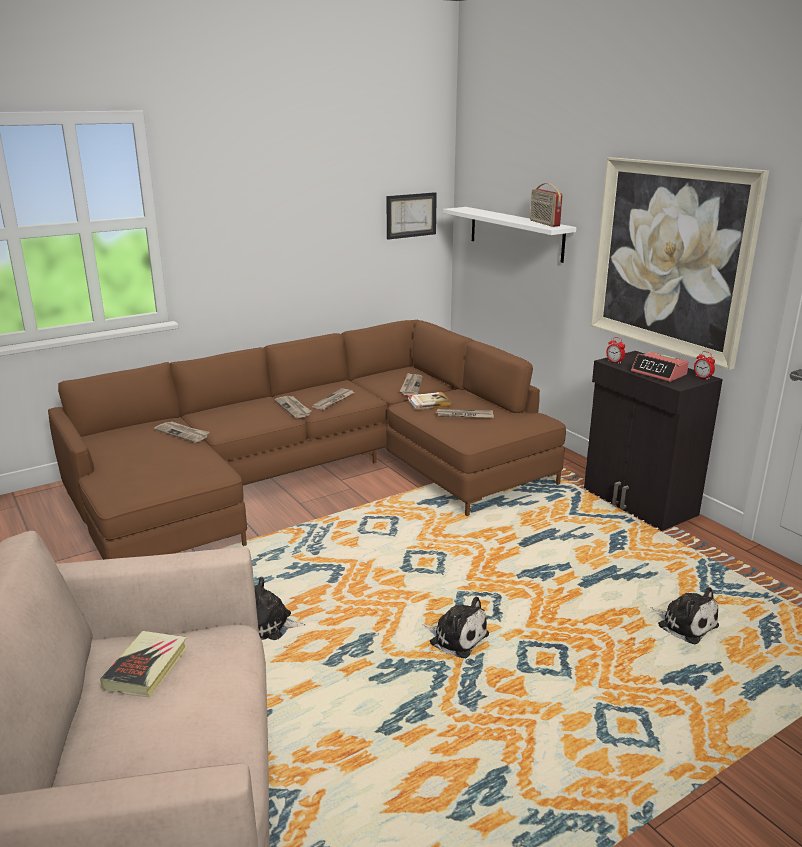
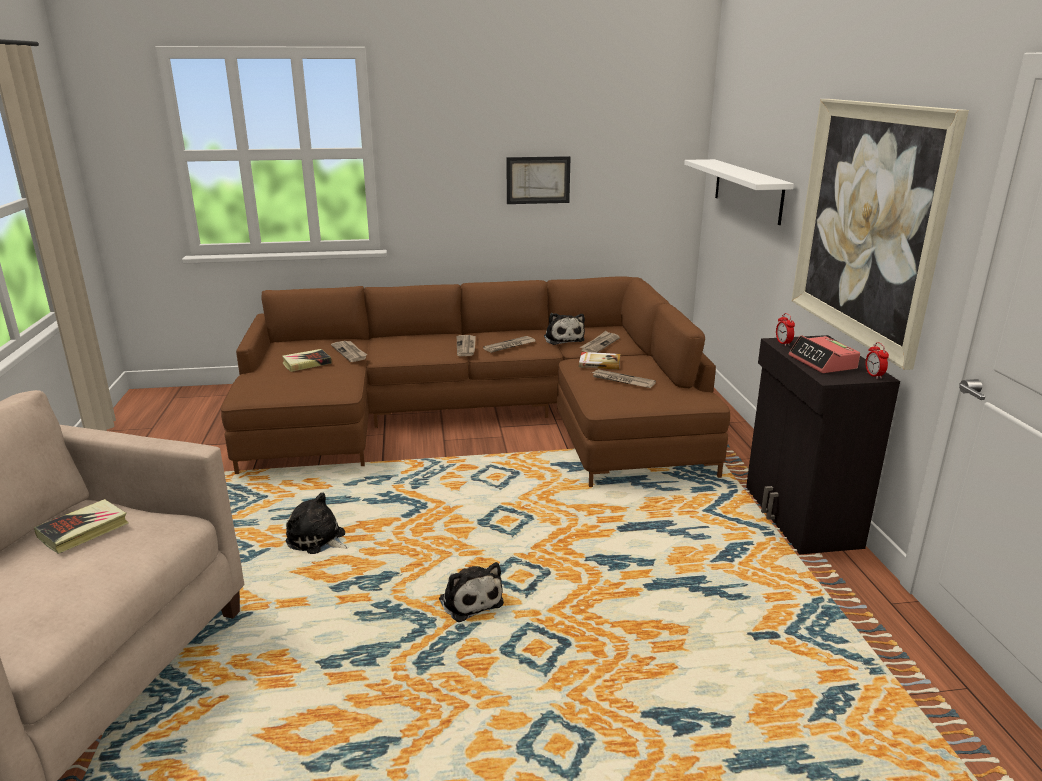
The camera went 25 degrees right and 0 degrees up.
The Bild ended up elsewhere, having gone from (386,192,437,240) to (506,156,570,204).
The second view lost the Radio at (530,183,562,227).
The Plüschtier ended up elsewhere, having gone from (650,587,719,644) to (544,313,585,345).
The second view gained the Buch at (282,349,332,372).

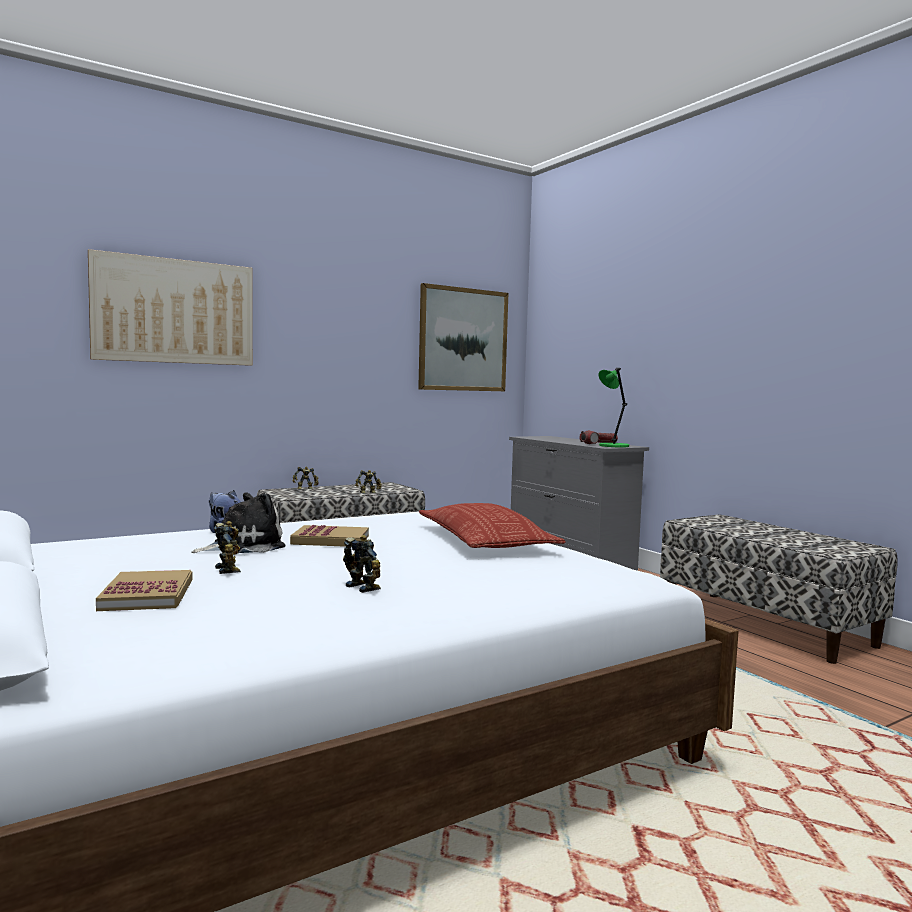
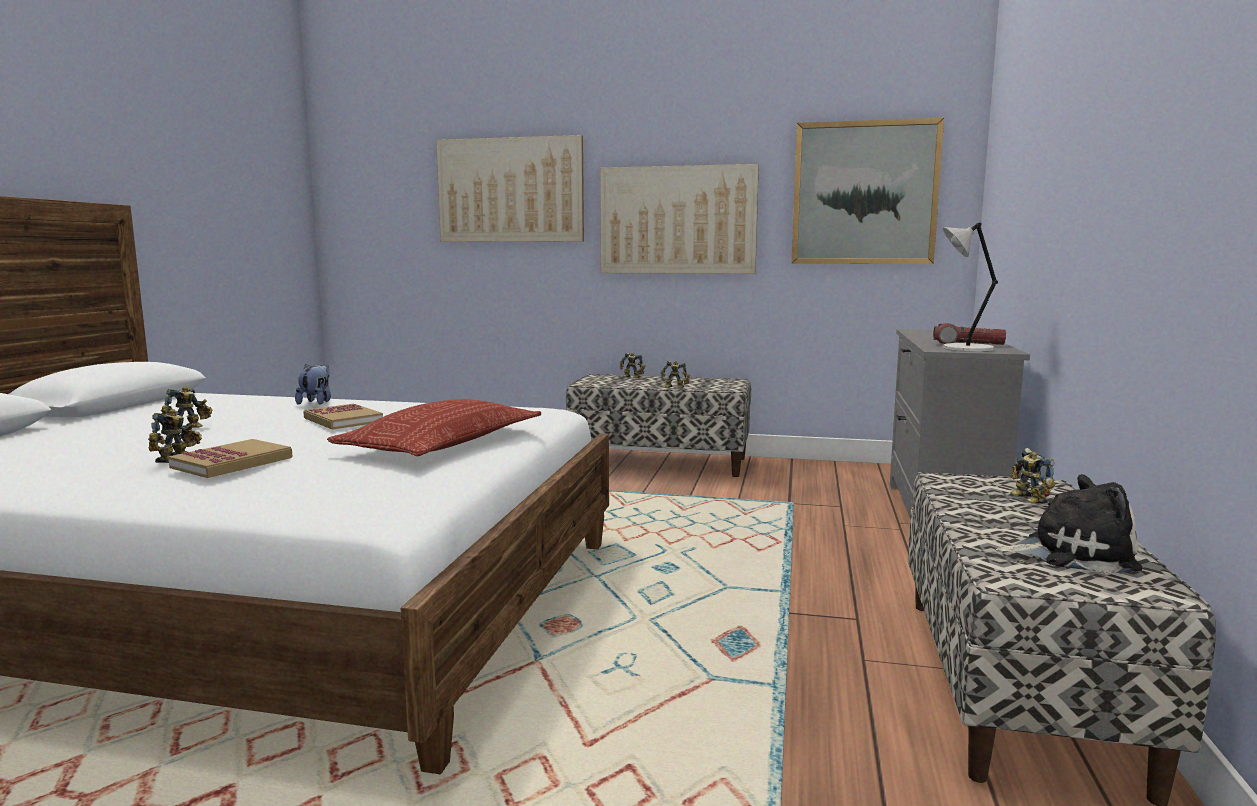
The camera went 45 degrees right and 5 degrees up.
The Buch ended up elsewhere, having gone from (96,570,192,611) to (168,439,293,478).
The Plüschtier ended up elsewhere, having gone from (192,493,286,553) to (996,474,1143,574).
What was the Tischlampe/grün at (599,368,629,447) turned into the Tischlampe/grau at (943,222,998,352).
The second view gained the Bild at (600,164,759,274).
The second view gained the Spielzeugroboter at (1010,448,1055,503).

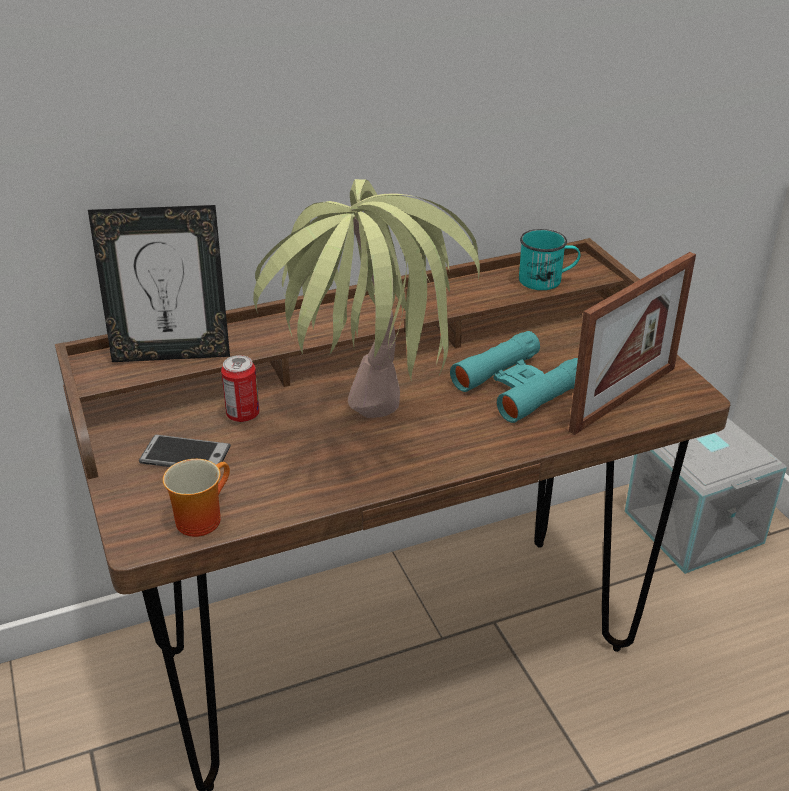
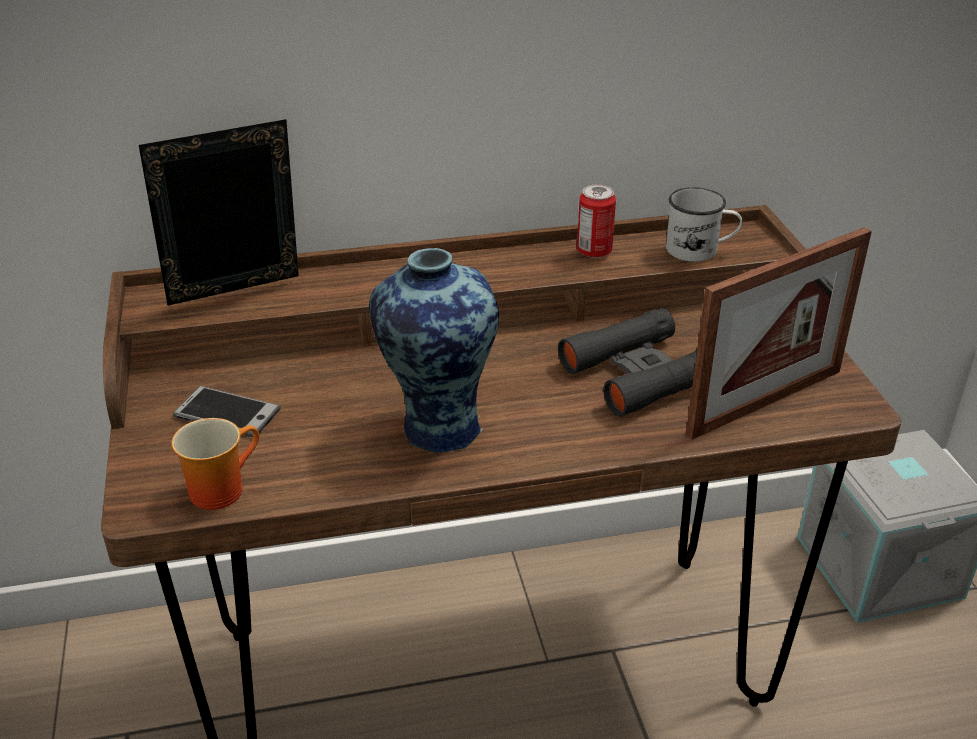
The camera went 10 degrees right and 0 degrees up.
The Bilderrahmen at (88,205,230,362) ended up facing another way, 150 degrees clockwise from before.
The Dose ended up elsewhere, having gone from (221,355,260,422) to (577,185,616,258).
Where the Topfpflanze stood at (253,179,480,418), the Vase came to stand at (369,248,499,453).
What was the Fernglas/türkis at (450,331,578,423) turned into the Fernglas/schwarz at (558,308,697,417).
What was the Henkelbecher/türkis at (519,229,581,290) turned into the Henkelbecher/weiß at (666,187,742,262).

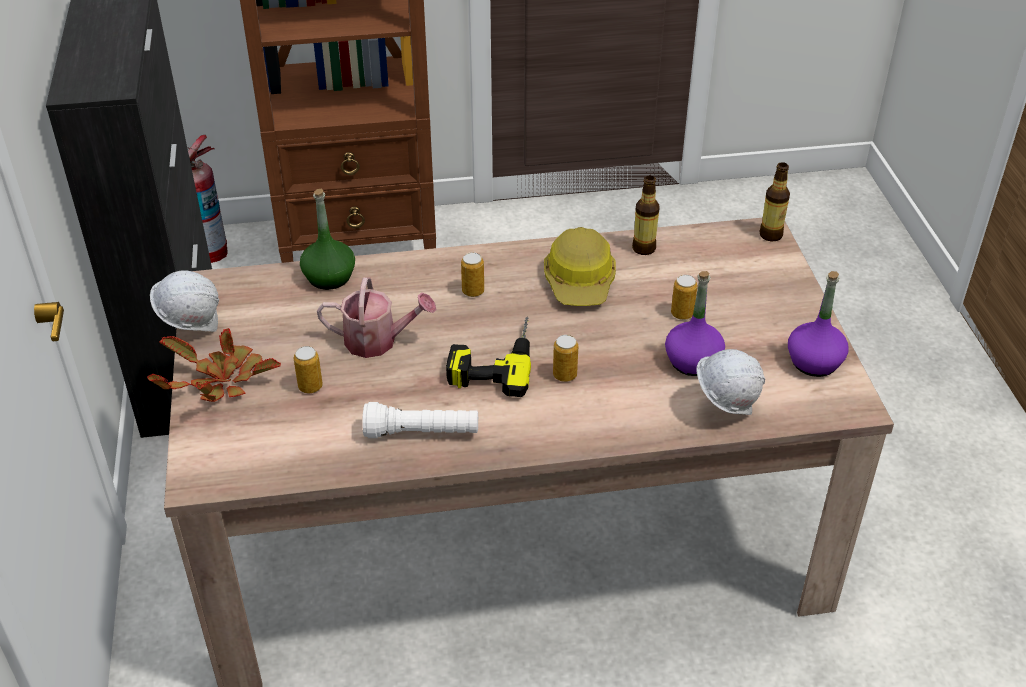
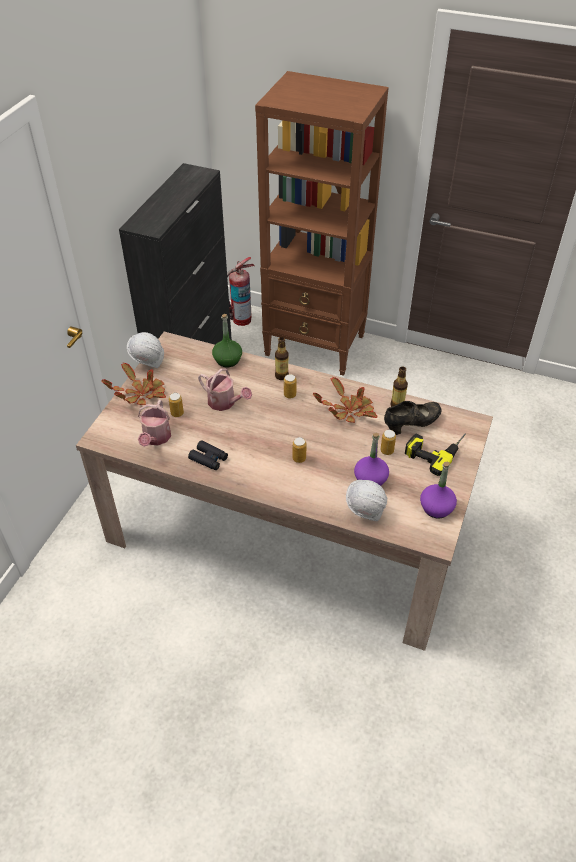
The camera went 30 degrees right and 5 degrees up.
Where the Taschenlampe/weiß stood at (362,402,478,438), the Fernglas/schwarz came to stand at (188,440,228,470).
The Bohrmaschine ended up elsewhere, having gone from (446,317,531,397) to (405,433,466,476).
Where the Schutzhelm stood at (544,227,616,306), the Topfpflanze came to stand at (313,377,378,423).
The Flasche ended up elsewhere, having gone from (759,162,790,241) to (275,337,289,380).
The second view gained the Gießkanne at (138,400,171,447).
The second view gained the Schuh/schwarz at (384,401,442,435).

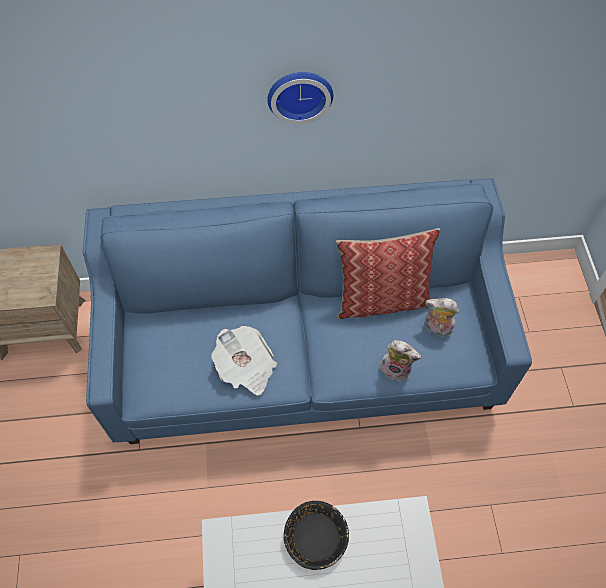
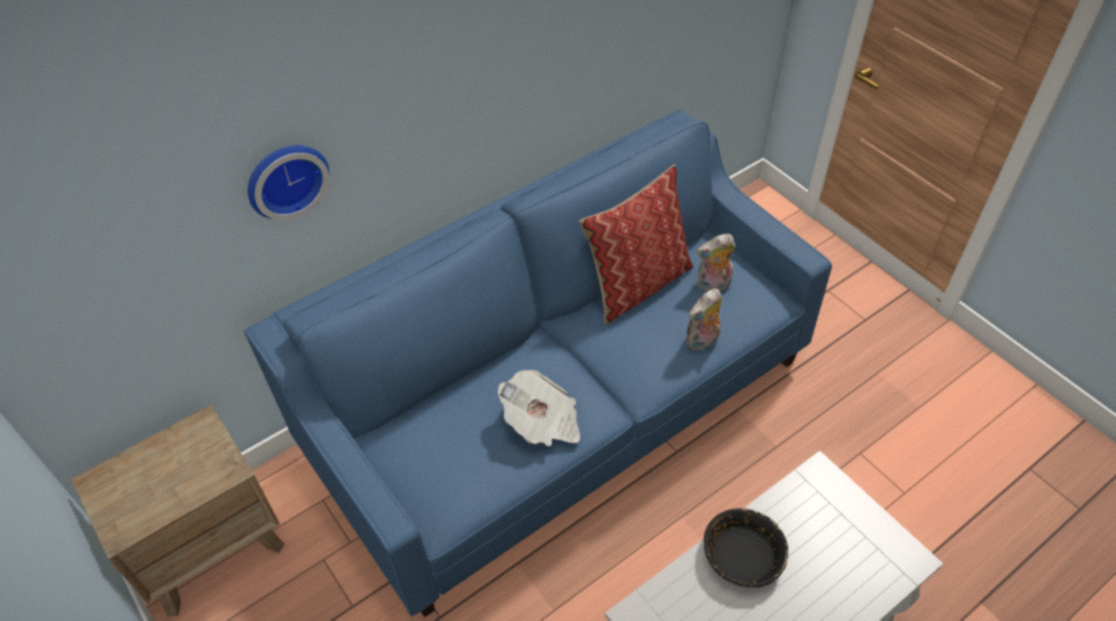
The camera went 30 degrees left and 10 degrees down.
The Wanduhr ended up elsewhere, having gone from (267,72,333,124) to (248,145,329,220).
The Plüschtier at (380,340,421,381) ended up facing another way, 150 degrees clockwise from before.

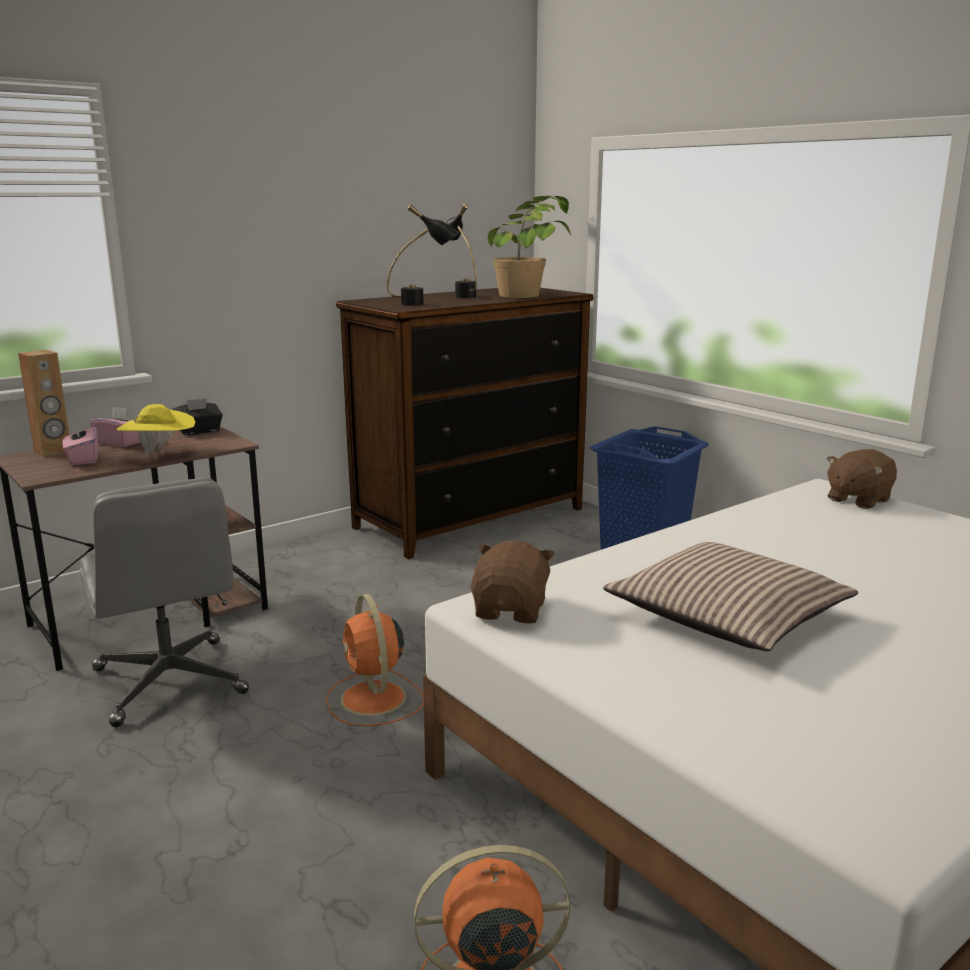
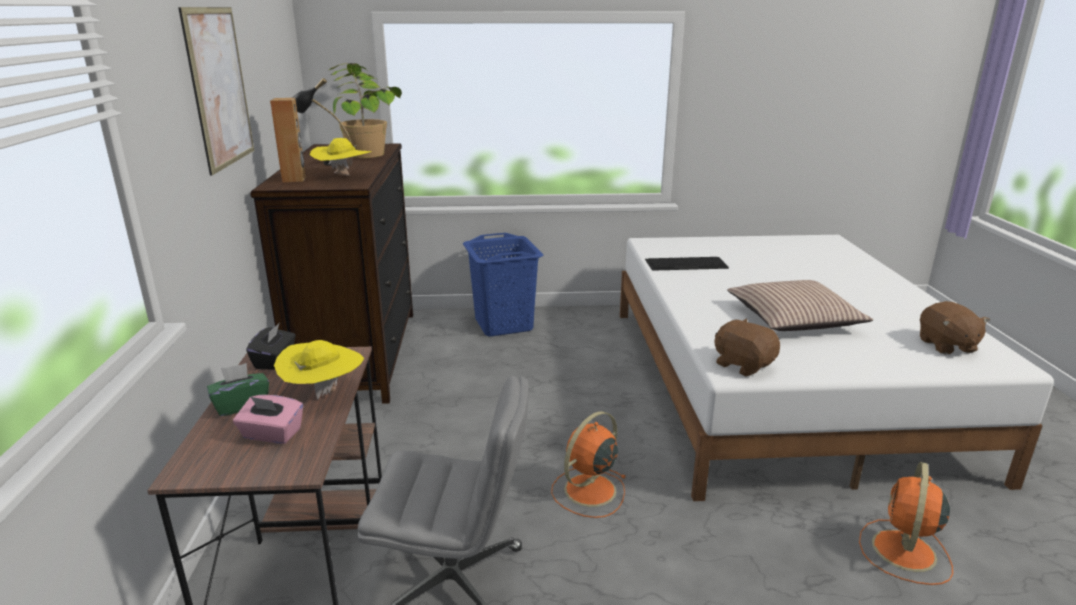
The camera went 55 degrees left and 5 degrees up.
The Lautsprecher/braun ended up elsewhere, having gone from (18,350,69,457) to (270,98,306,182).
What was the Taschentuchbox/rosa at (90,406,141,447) turned into the Taschentuchbox/grün at (207,363,269,416).
The Ventilator/orange at (326,594,424,726) ended up facing another way, 120 degrees clockwise from before.
Where the Tischlampe/schwarz stood at (387,205,459,306), the Hut/gelb came to stand at (309,138,372,176).
The Plüschtier/braun ended up elsewhere, having gone from (827,449,897,509) to (920,301,990,354).
The second view gained the Bild at (178,7,254,176).
The second view gained the Tastatur at (645,257,729,271).

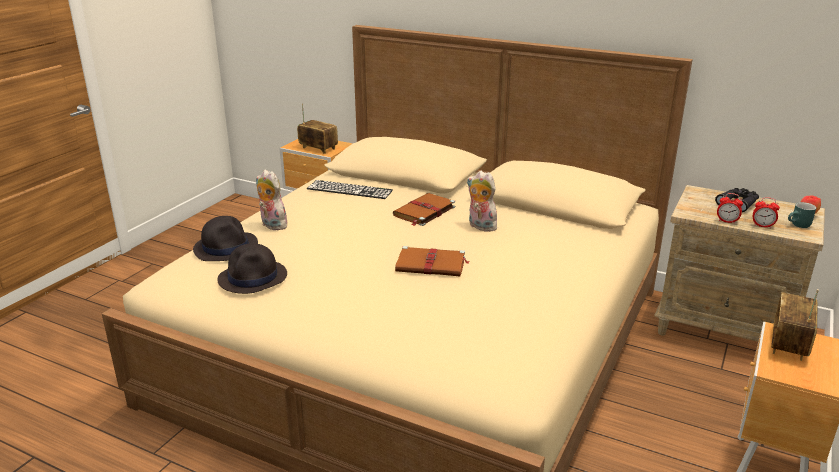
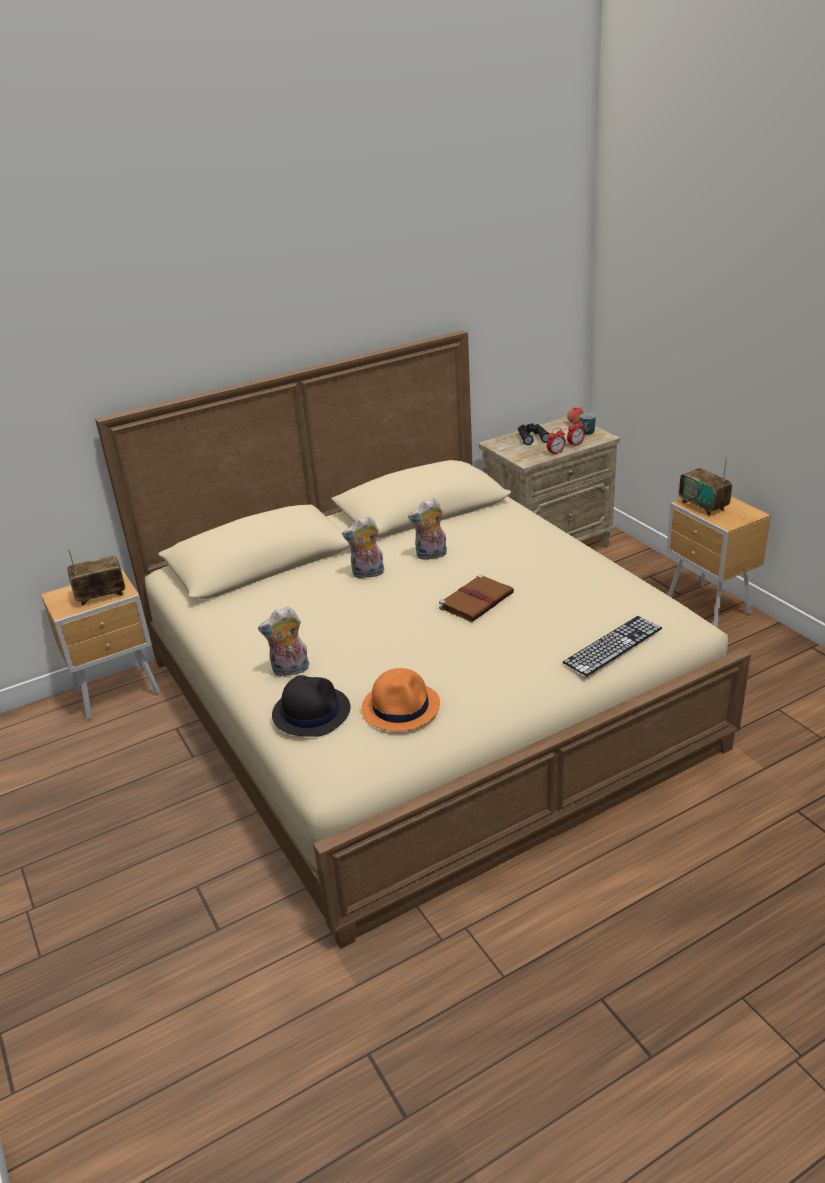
The camera went 55 degrees left and 5 degrees up.
What was the Hut/schwarz at (217,243,287,294) turned into the Hut/orange at (361,668,440,731).
The Tastatur ended up elsewhere, having gone from (307,180,393,199) to (562,616,662,676).
Where the Buch/braun stood at (393,193,455,226), the Plüschtier came to stand at (342,516,384,579).

